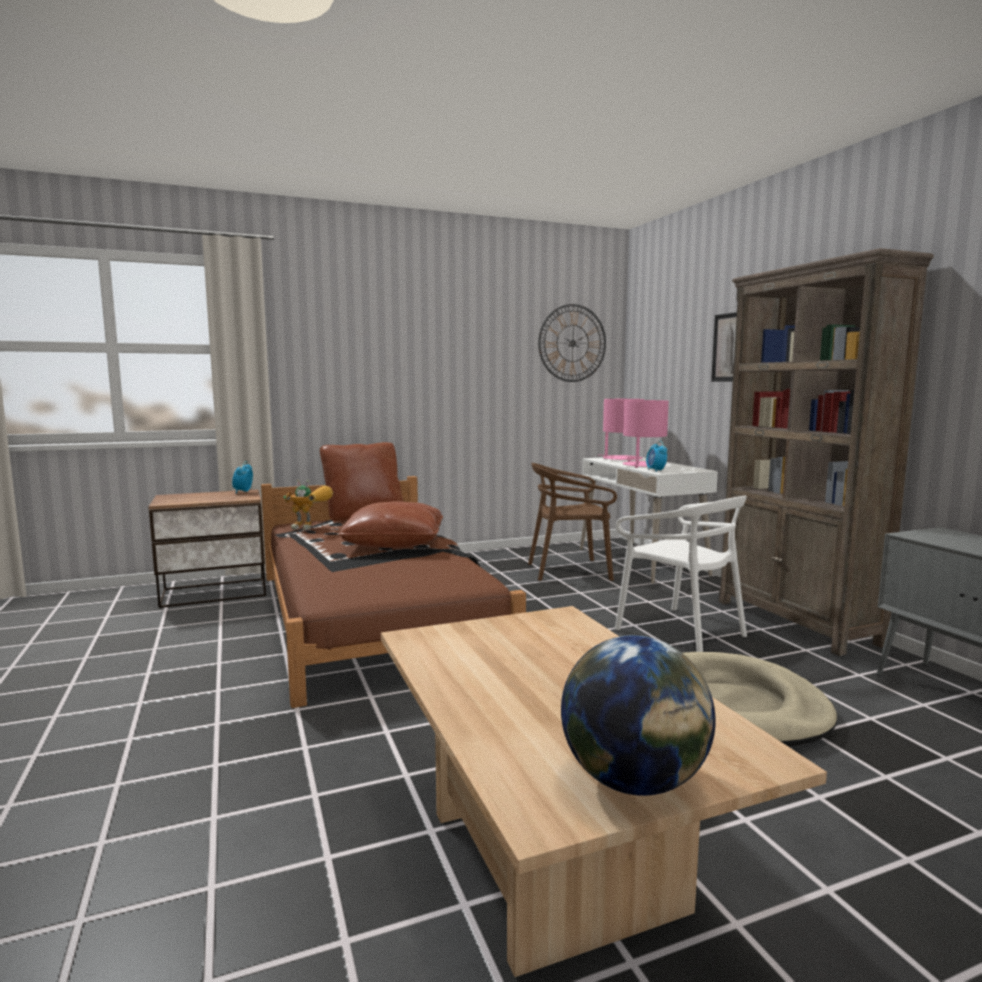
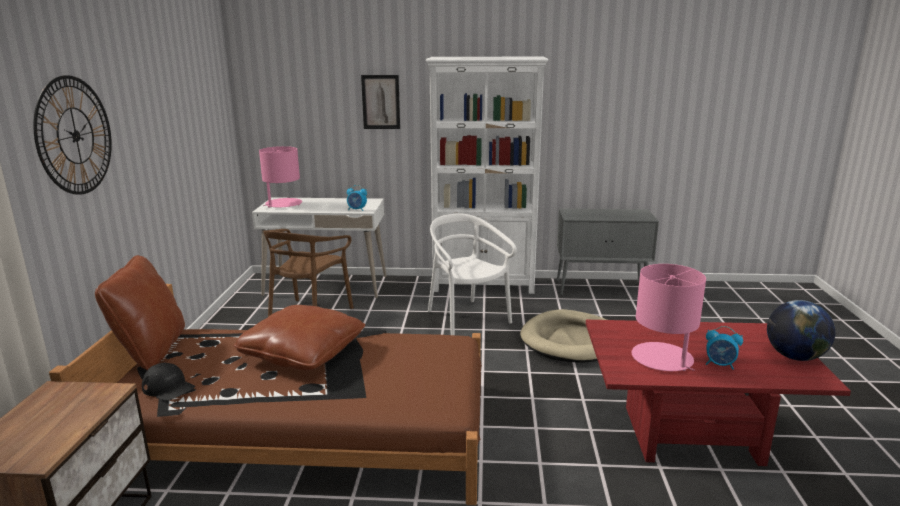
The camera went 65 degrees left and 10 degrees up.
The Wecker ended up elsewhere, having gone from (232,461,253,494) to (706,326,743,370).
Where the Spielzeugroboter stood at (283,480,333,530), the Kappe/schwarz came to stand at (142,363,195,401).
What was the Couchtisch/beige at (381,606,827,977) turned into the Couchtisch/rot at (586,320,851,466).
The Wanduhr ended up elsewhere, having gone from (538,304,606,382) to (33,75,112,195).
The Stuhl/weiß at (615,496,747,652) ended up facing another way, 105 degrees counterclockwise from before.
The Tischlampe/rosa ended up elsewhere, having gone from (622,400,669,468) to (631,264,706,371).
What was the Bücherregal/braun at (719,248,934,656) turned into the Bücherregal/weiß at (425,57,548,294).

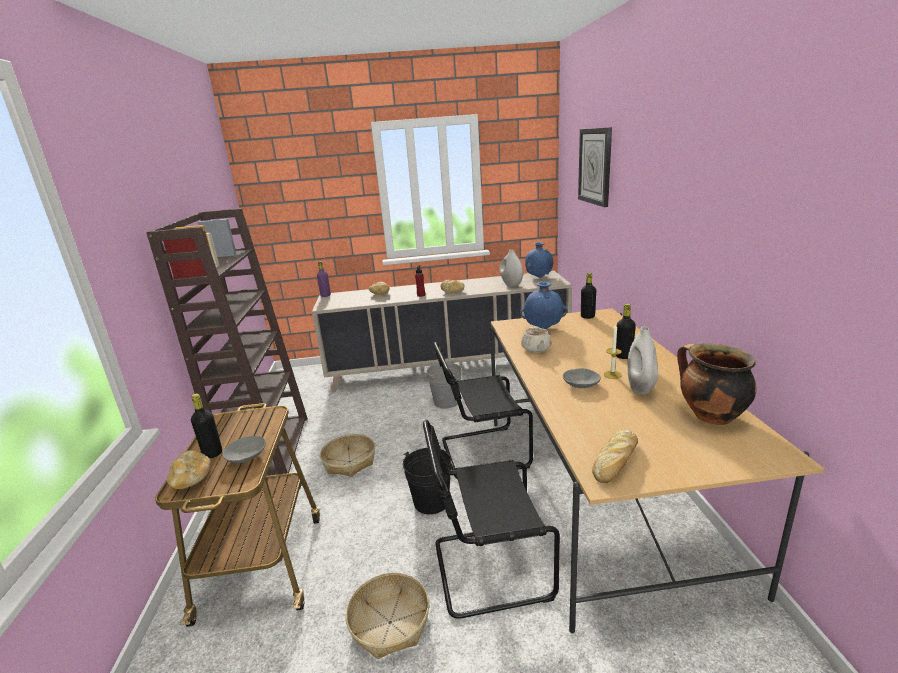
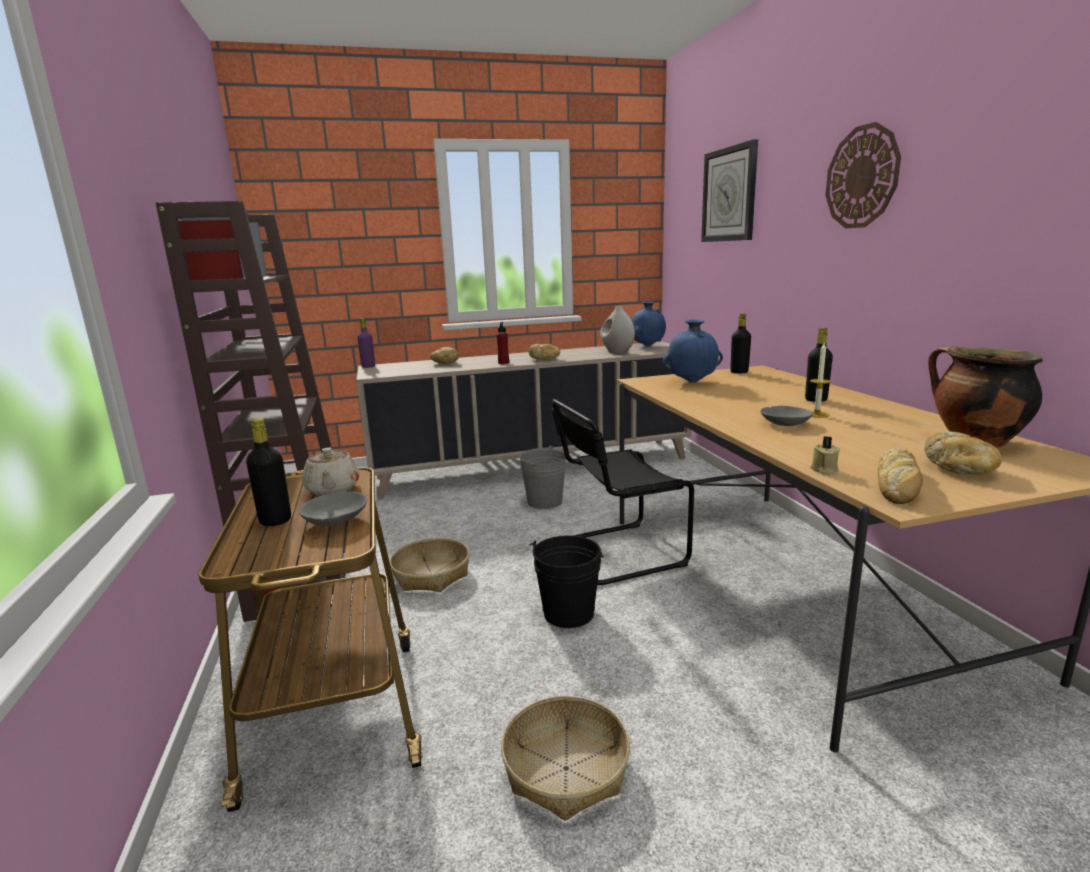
The camera went 10 degrees left and 5 degrees down.
The Brot ended up elsewhere, having gone from (167,450,211,489) to (925,431,1002,475).
The second view lost the Stuhl/schwarz at (423,420,560,619).
The Teekanne/beige ended up elsewhere, having gone from (521,326,552,353) to (302,448,359,495).
The second view lost the Vase/weiß at (627,326,658,394).
The second view gained the Kerze/beige at (810,436,840,475).
The second view gained the Wanduhr at (825,122,901,228).

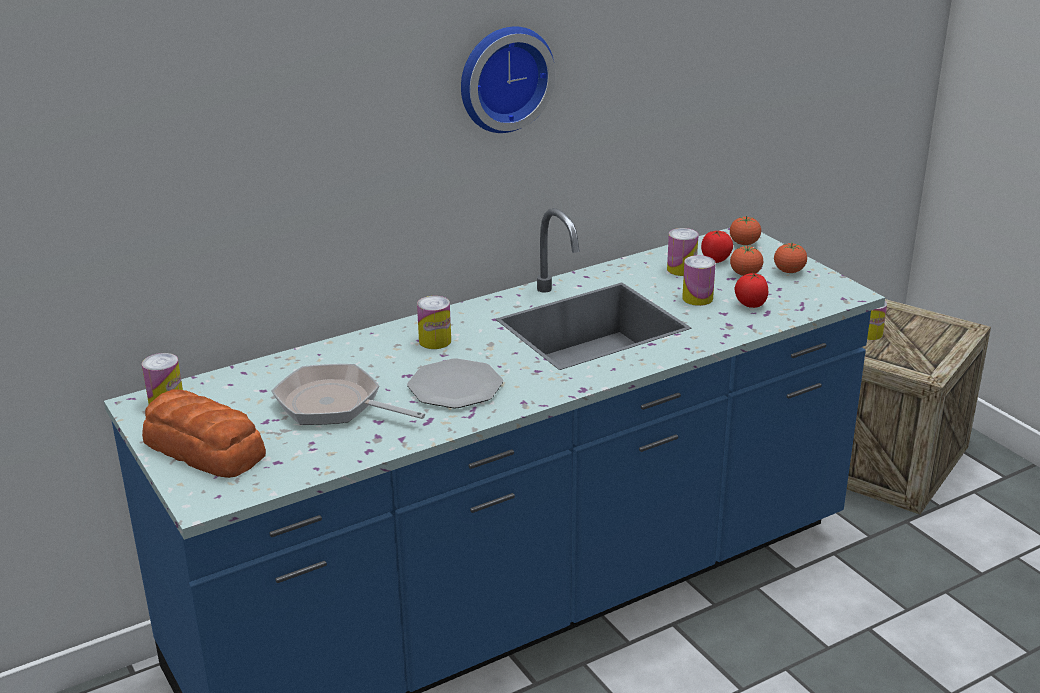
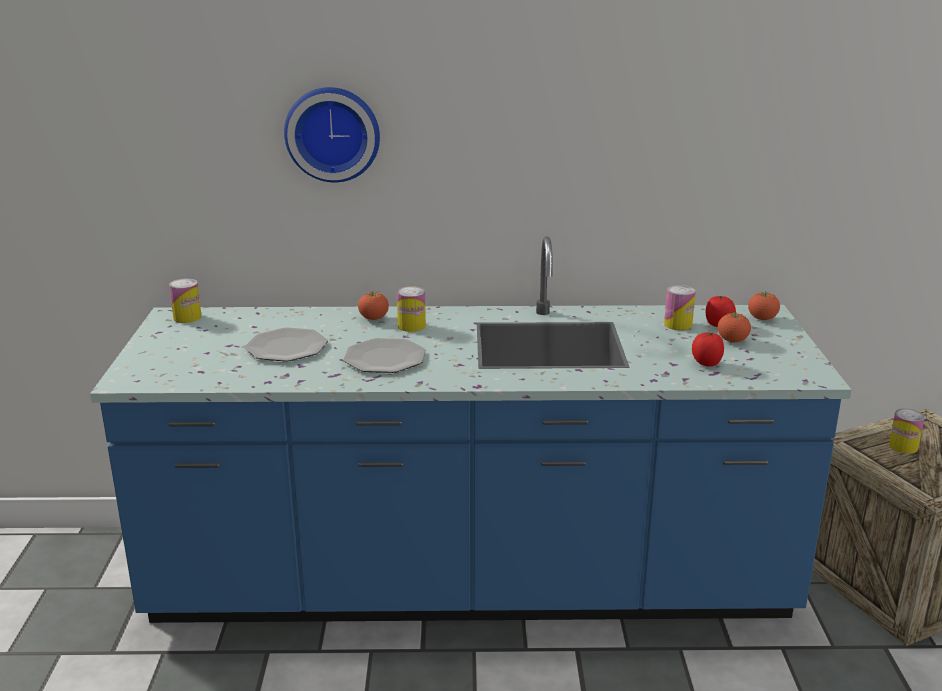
The camera went 30 degrees right and 5 degrees down.
The second view lost the Brot at (142,389,266,478).
Where the Pfanne stood at (272,364,425,425), the Teller came to stand at (245,327,328,362).
The Wanduhr ended up elsewhere, having gone from (461,26,556,133) to (284,87,380,182).
The second view lost the Dose at (682,255,716,306).
The Tomate ended up elsewhere, having gone from (774,242,807,273) to (358,291,389,320).

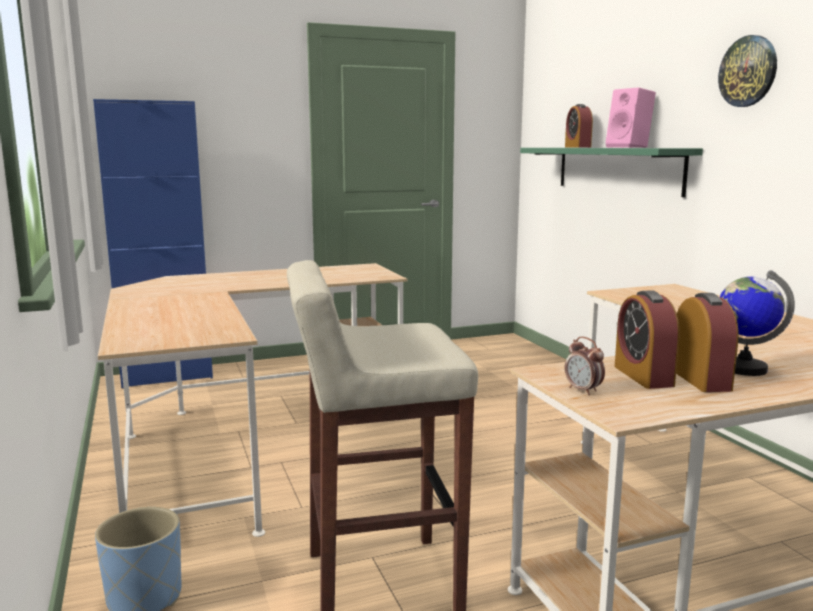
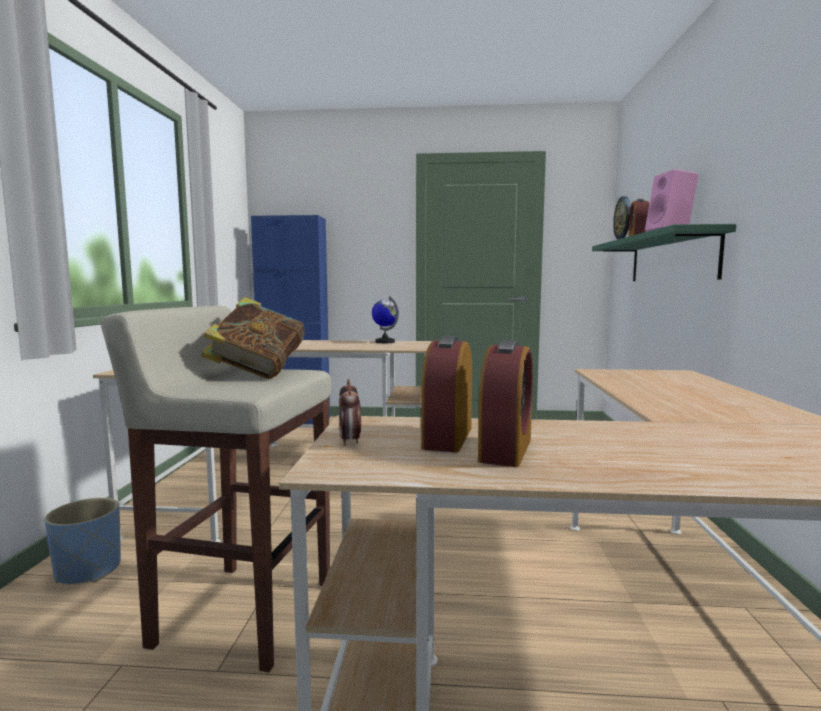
The camera went 25 degrees right and 5 degrees down.
The Wanduhr ended up elsewhere, having gone from (718,35,777,107) to (613,197,631,239).
The Globus ended up elsewhere, having gone from (720,270,795,376) to (372,296,399,343).
The second view gained the Buch at (201,297,305,379).

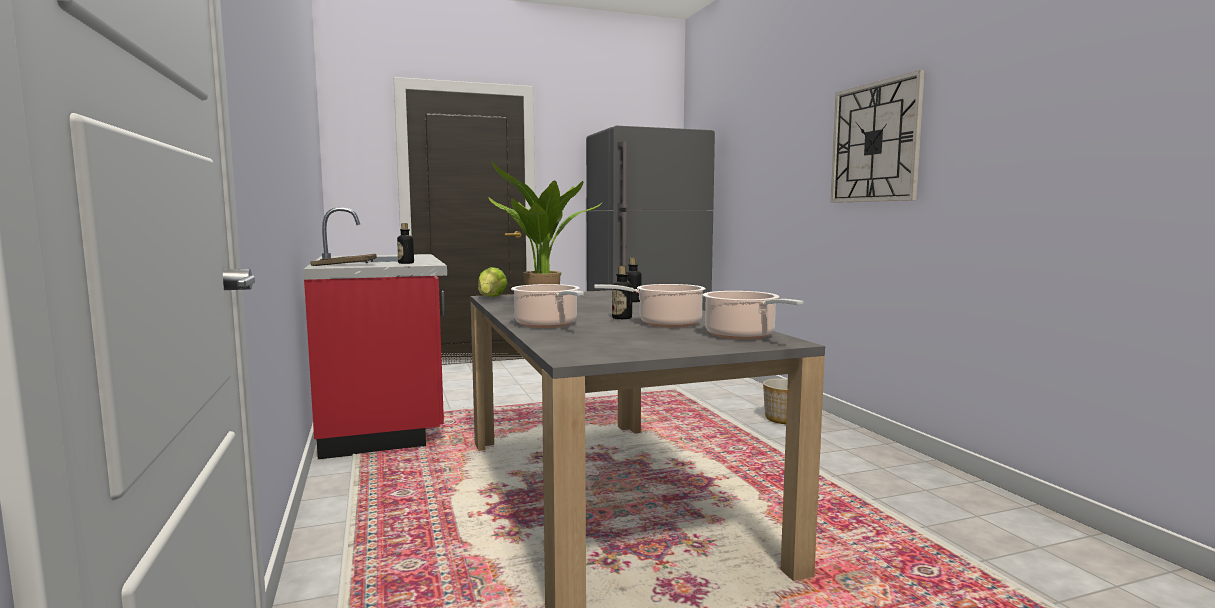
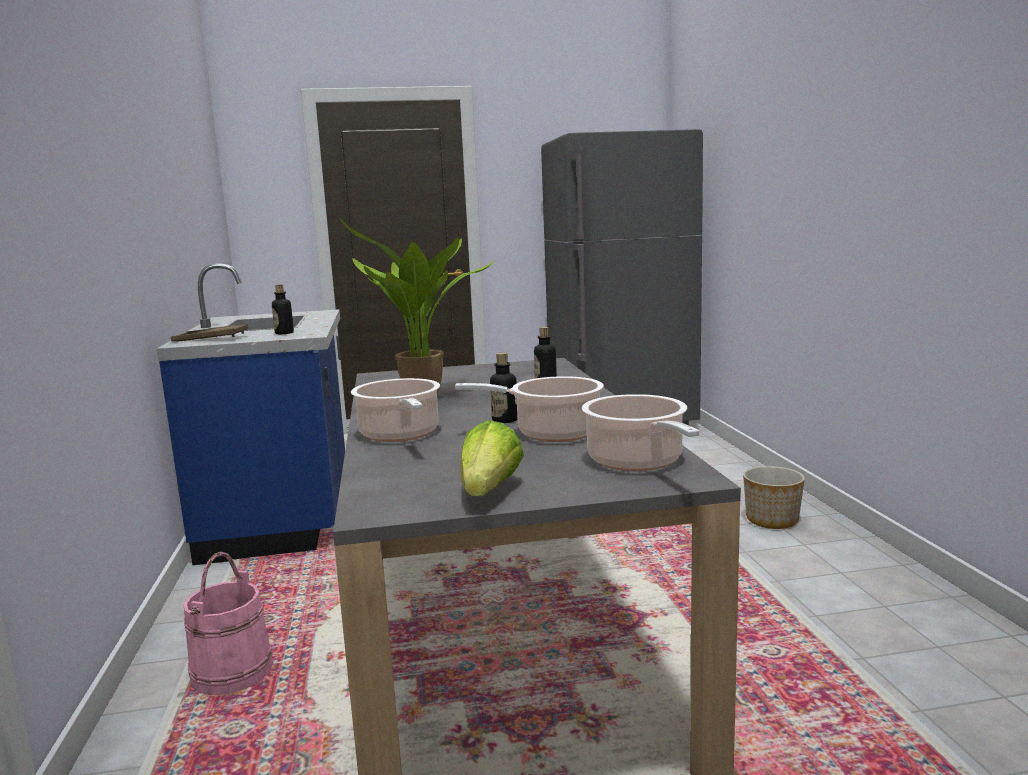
The camera went 10 degrees right and 5 degrees up.
What was the Küchenzeile/rot at (303,207,447,459) turned into the Küchenzeile/blau at (157,263,345,565).
The Salatkopf ended up elsewhere, having gone from (478,267,508,297) to (460,420,524,496).
The second view lost the Wanduhr at (830,70,925,203).
The second view gained the Eimer/rosa at (184,552,273,695).

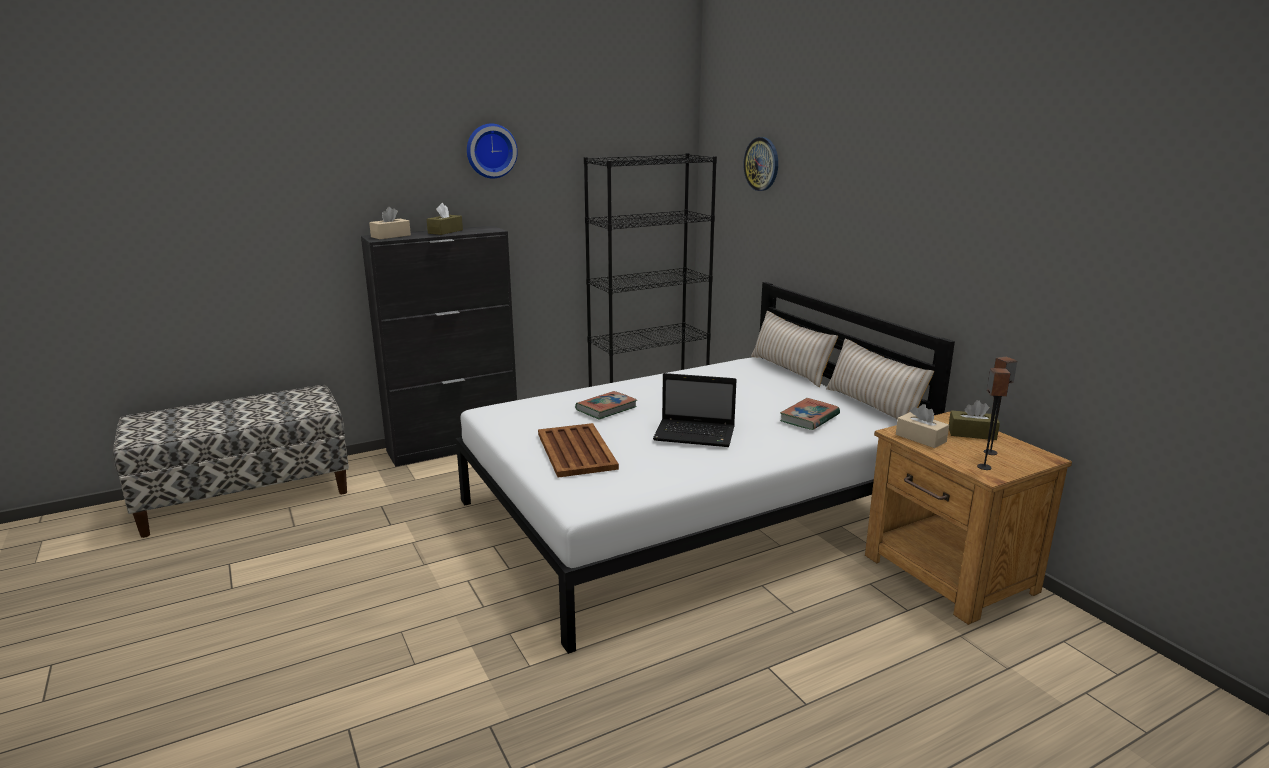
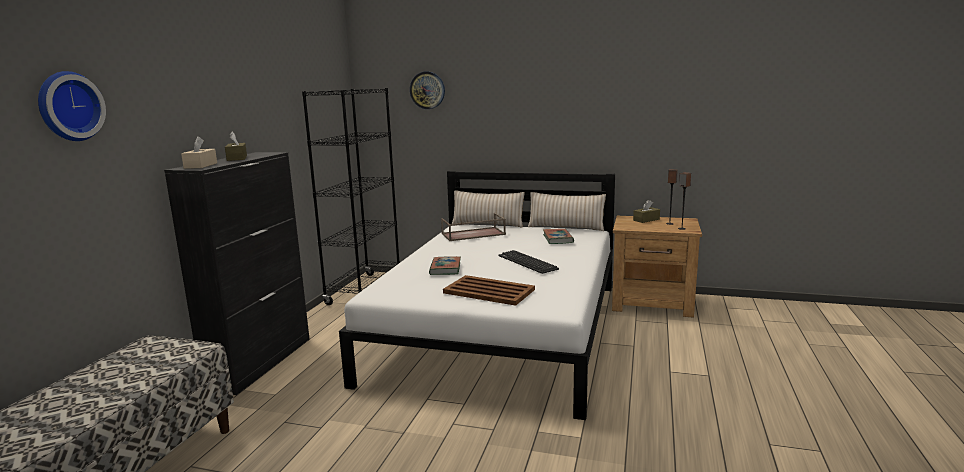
The camera went 45 degrees left and 5 degrees down.
The Wanduhr ended up elsewhere, having gone from (467,124,518,178) to (38,71,106,141).
Where the Laptop stood at (653,373,737,447), the Tastatur came to stand at (498,250,559,274).
The second view lost the Taschentuchbox/beige at (896,404,949,448).
The second view gained the Tablett/braun at (441,213,506,241).

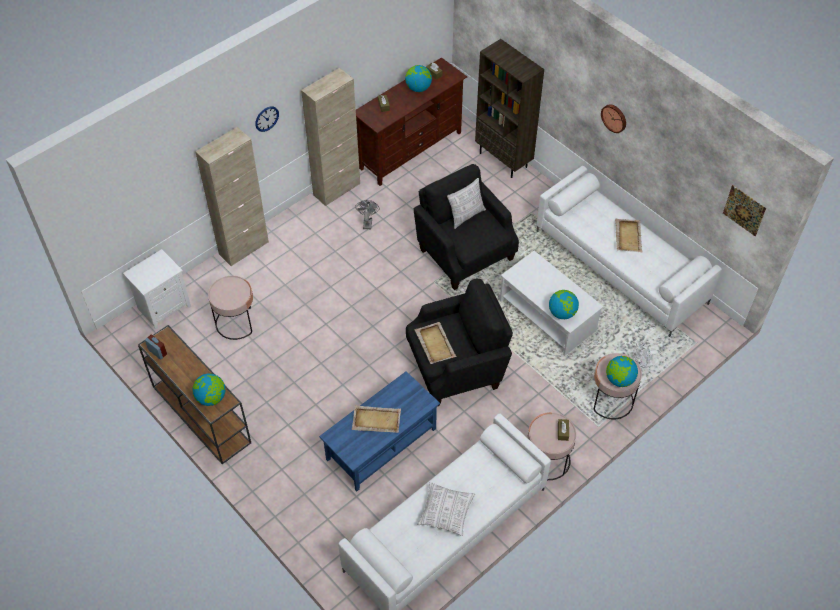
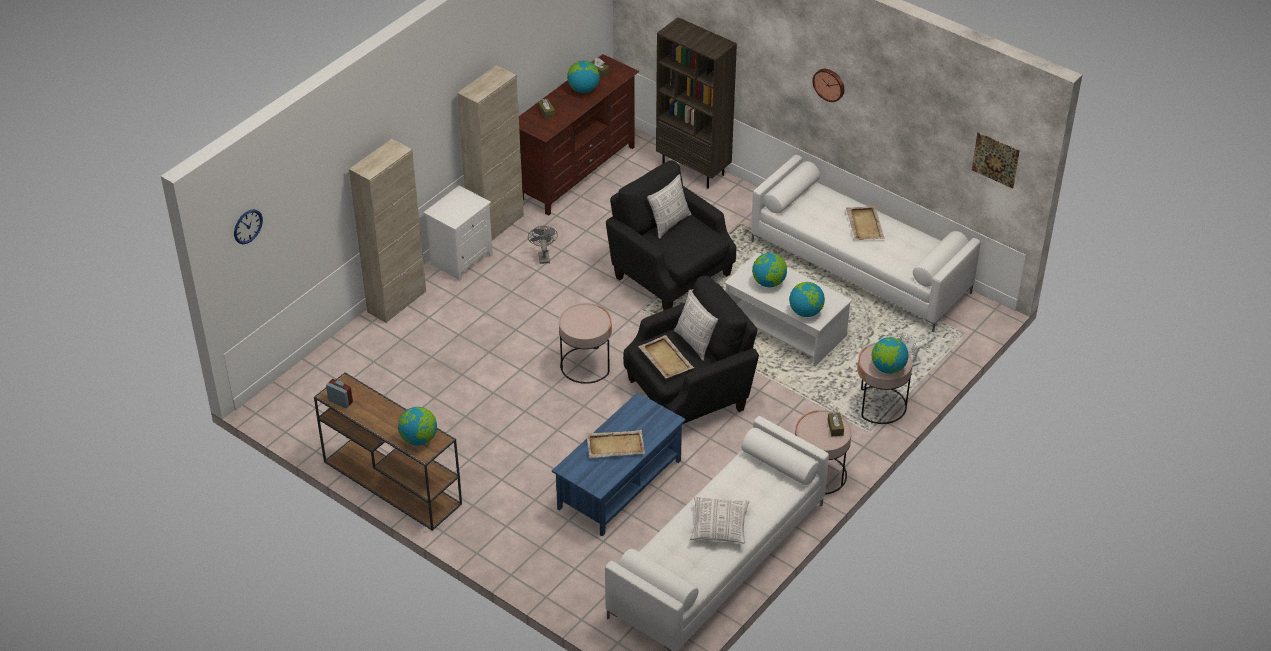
The camera went 10 degrees left and 10 degrees down.
The Nachttisch/weiß ended up elsewhere, having gone from (123,249,191,330) to (423,185,493,281).
The Beistelltisch/rosa ended up elsewhere, having gone from (208,276,253,340) to (559,303,612,384).
The Wanduhr ended up elsewhere, having gone from (255,106,279,132) to (234,209,263,244).
The second view gained the Kissen at (674,289,718,361).
The second view gained the Globus at (752,253,787,287).

